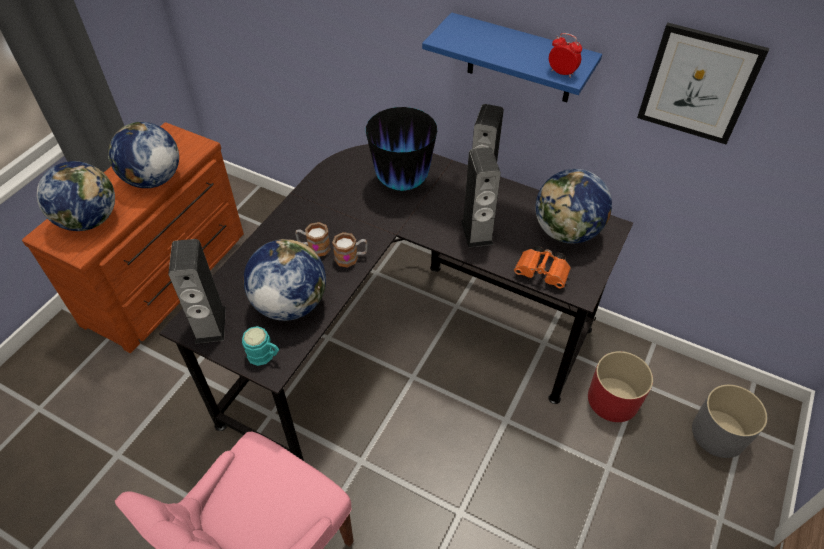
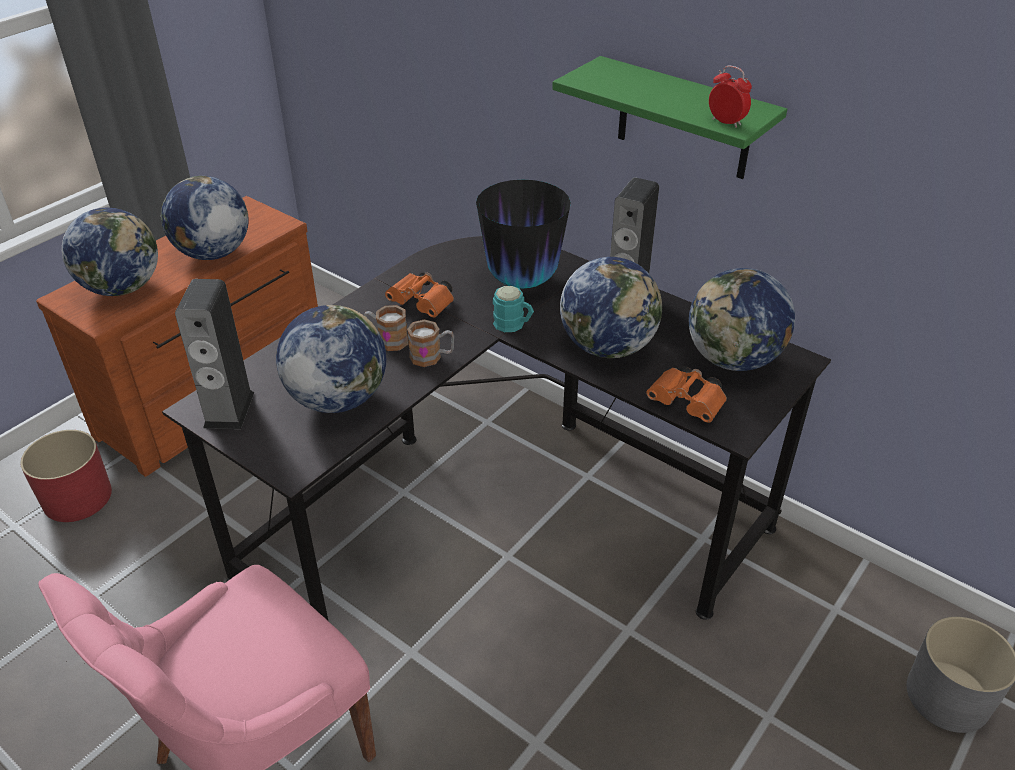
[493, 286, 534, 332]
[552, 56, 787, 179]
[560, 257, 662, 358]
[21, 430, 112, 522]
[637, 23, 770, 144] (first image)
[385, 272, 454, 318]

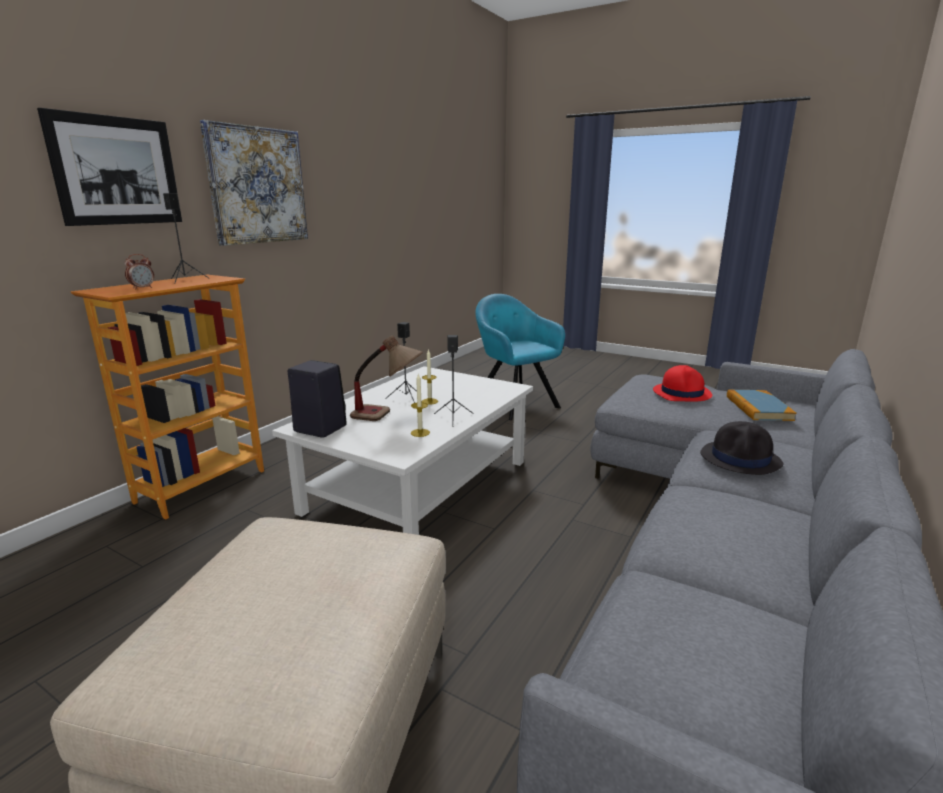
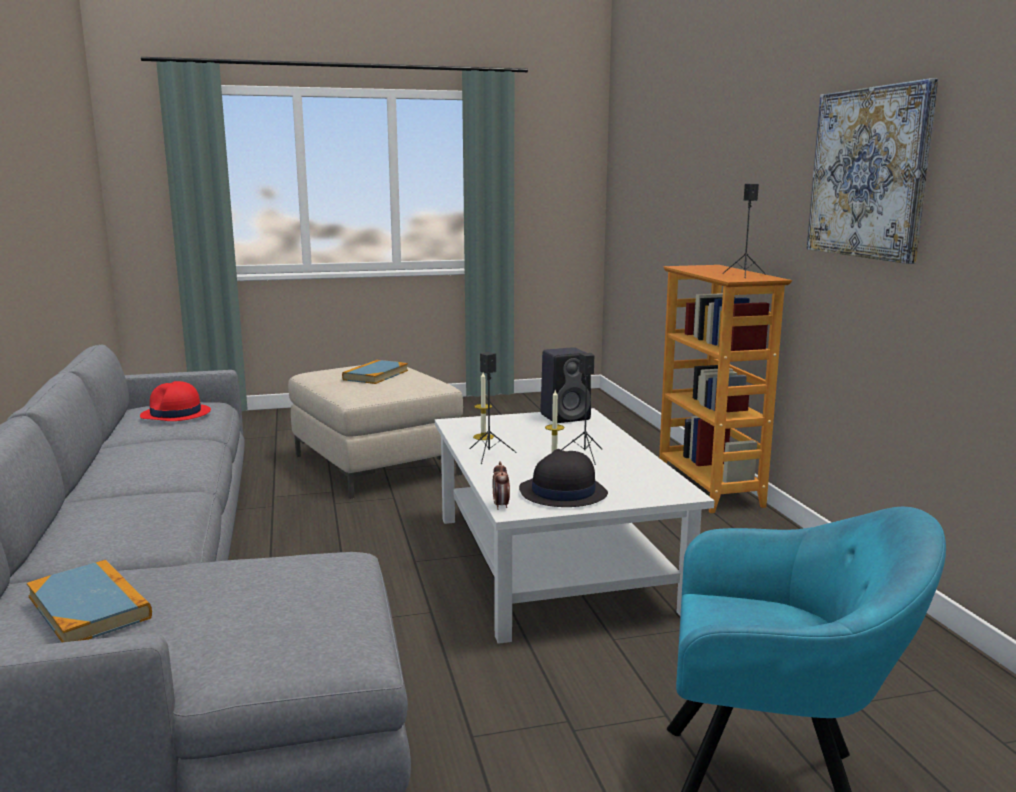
[37, 108, 182, 226] (first image)
[493, 461, 510, 510]
[350, 335, 423, 421] (first image)
[140, 381, 211, 421]
[519, 449, 608, 507]
[342, 360, 408, 384]

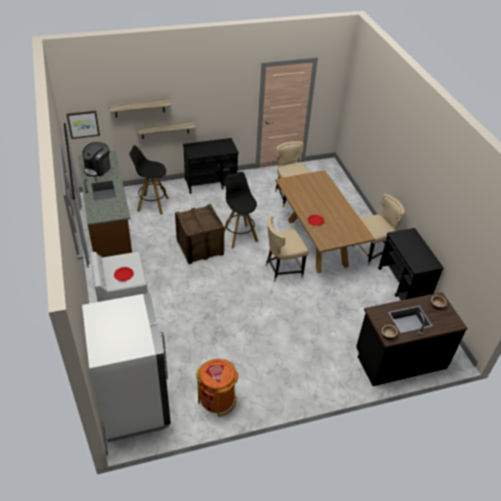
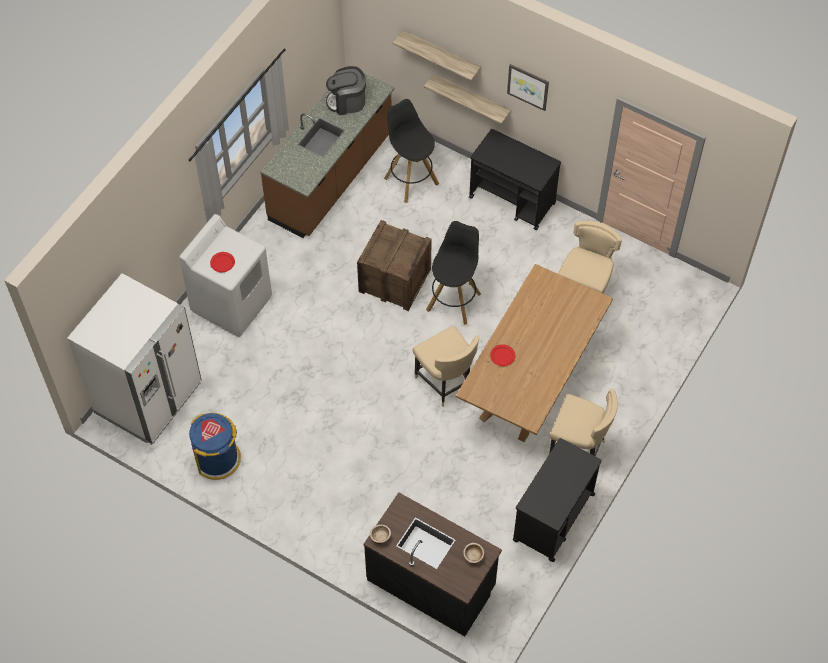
[507, 64, 549, 111]
[189, 413, 241, 480]
[413, 326, 479, 407]

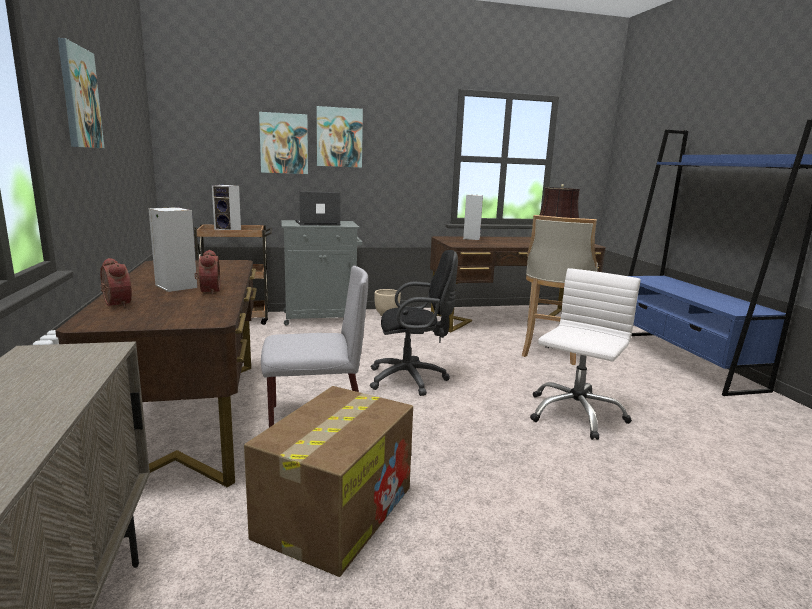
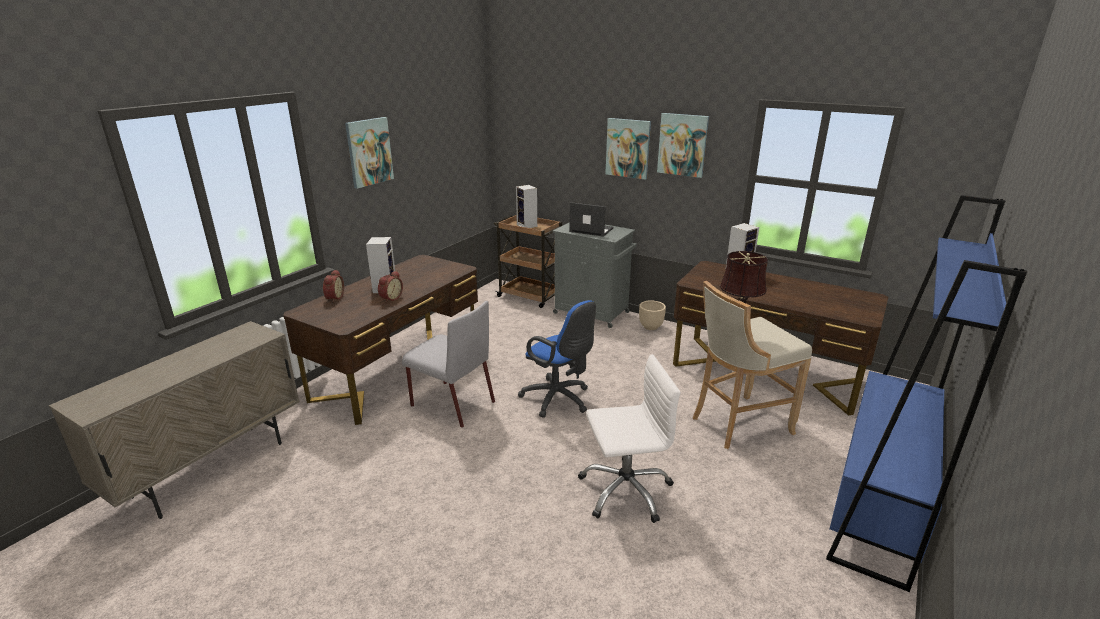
[244, 386, 413, 577] (first image)
[657, 113, 709, 178]
[518, 300, 596, 418]

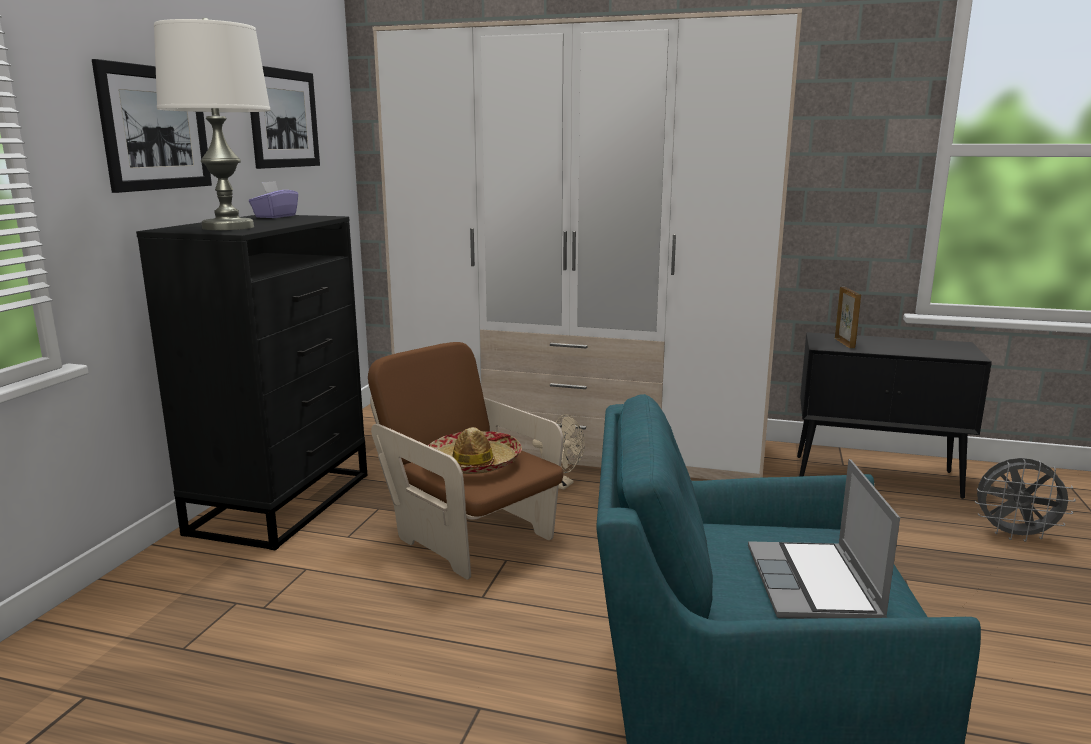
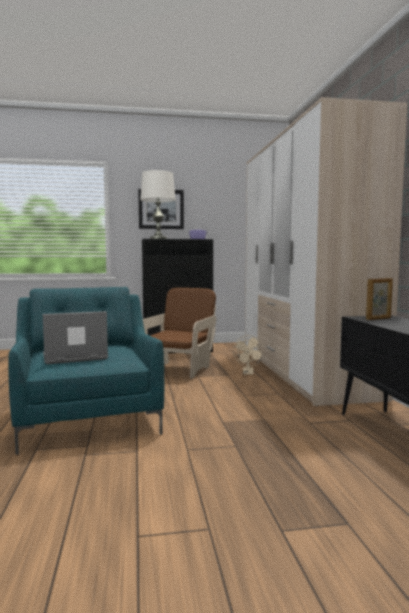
[250, 66, 320, 169] (first image)
[428, 427, 522, 474] (first image)
[975, 458, 1076, 542] (first image)

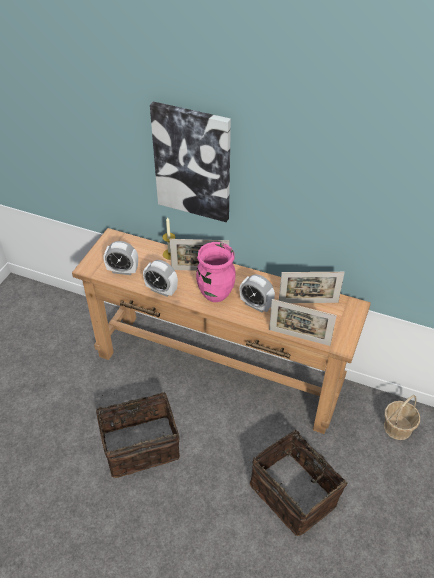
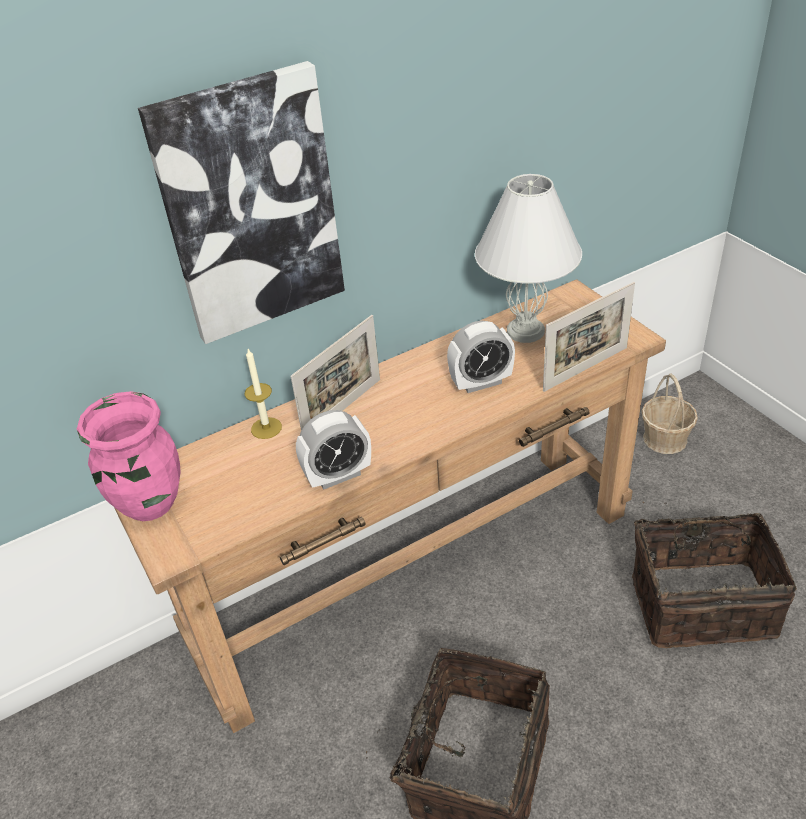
[103, 241, 138, 275] (first image)
[77, 391, 181, 521]
[475, 174, 582, 343]

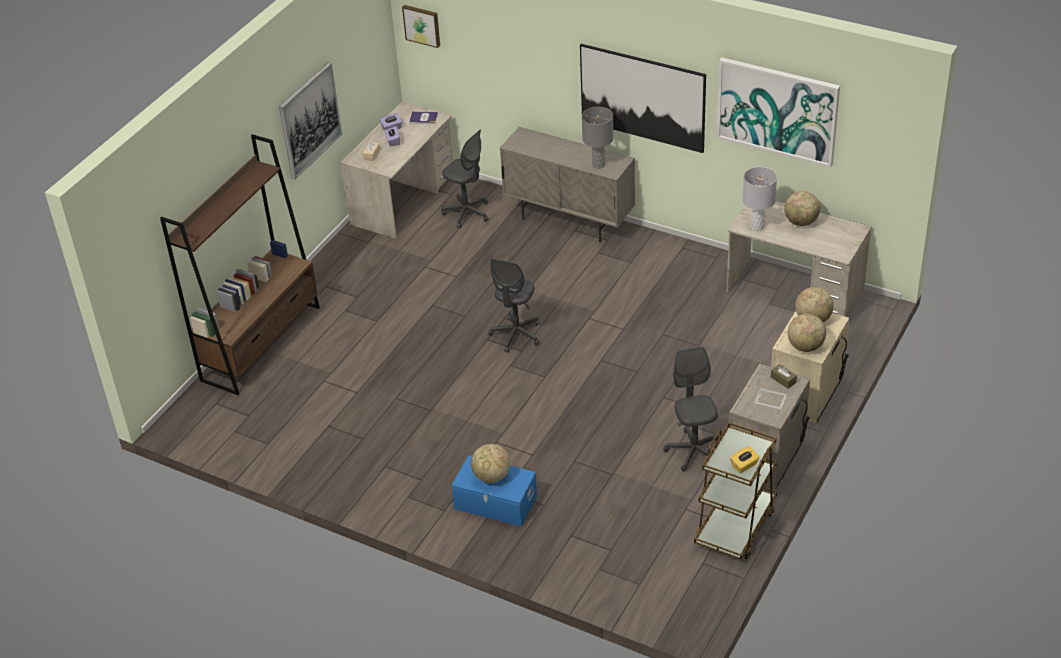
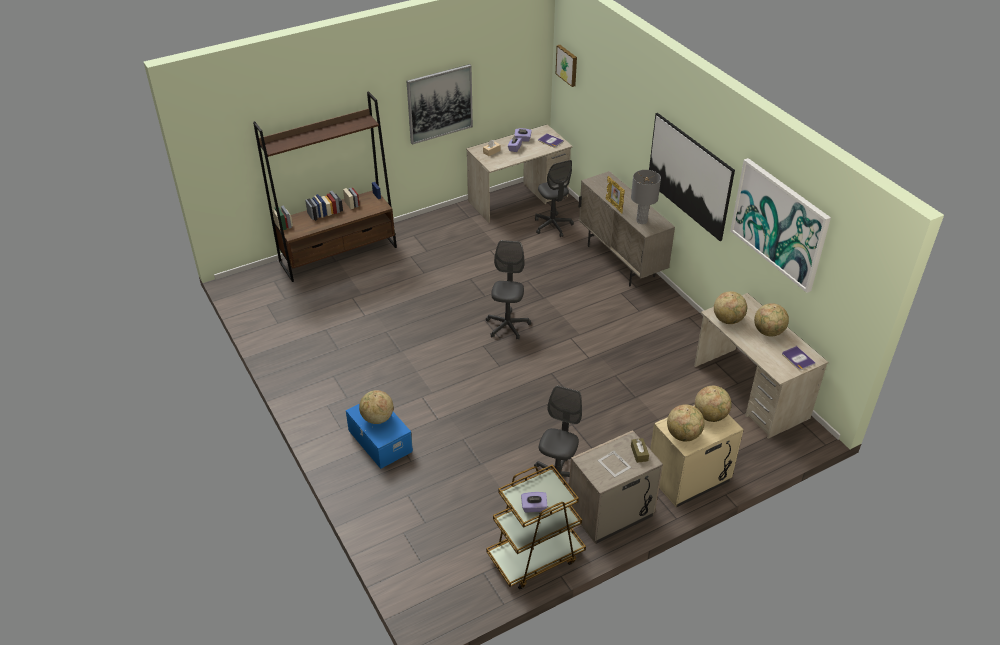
[486, 240, 531, 339]
[521, 492, 547, 512]
[714, 291, 747, 324]
[606, 176, 625, 213]
[782, 346, 816, 370]

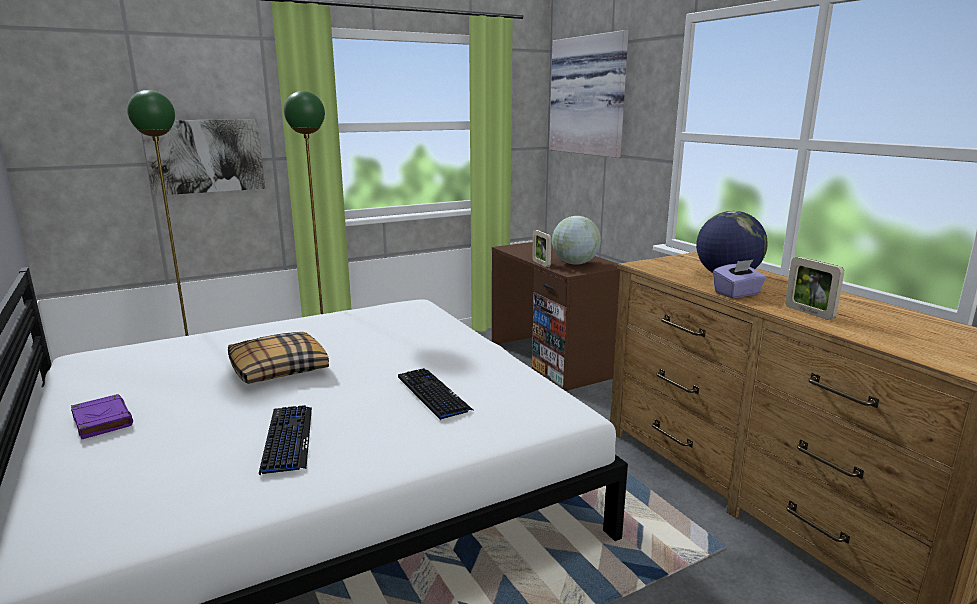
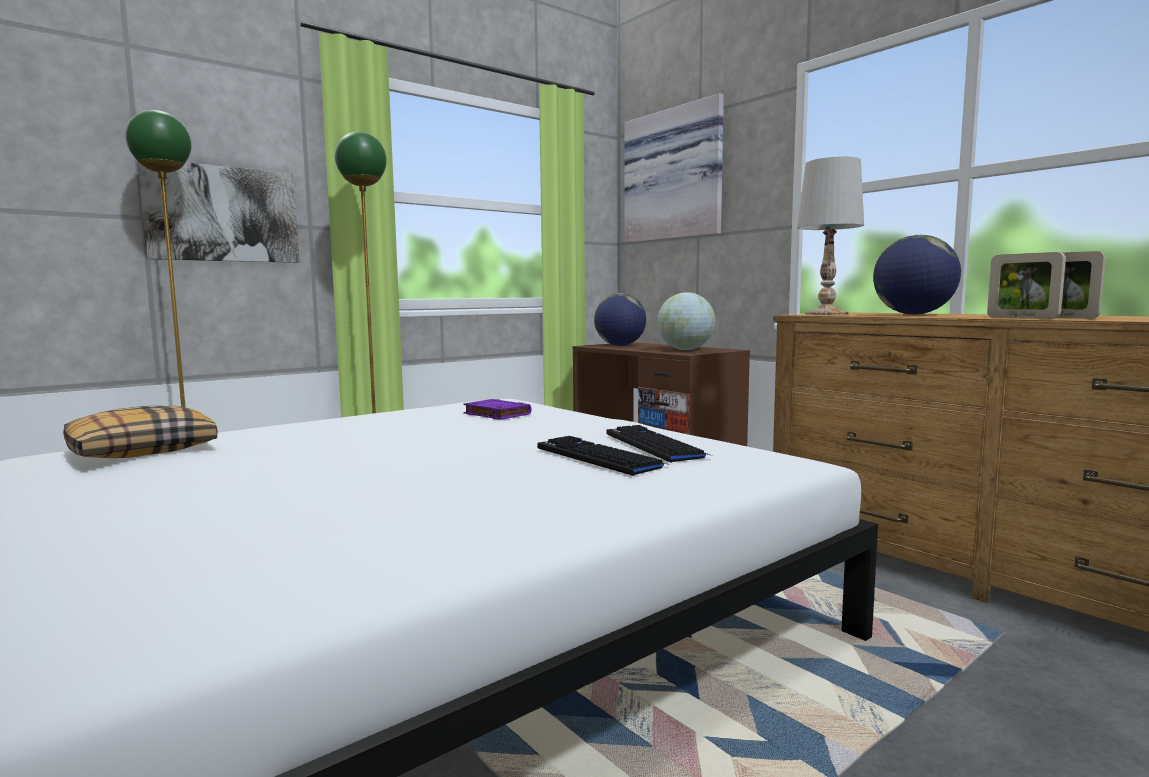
[463, 399, 532, 420]
[63, 406, 218, 458]
[606, 425, 712, 463]
[987, 252, 1066, 319]
[713, 259, 766, 299] (first image)
[594, 293, 646, 346]
[797, 157, 864, 315]

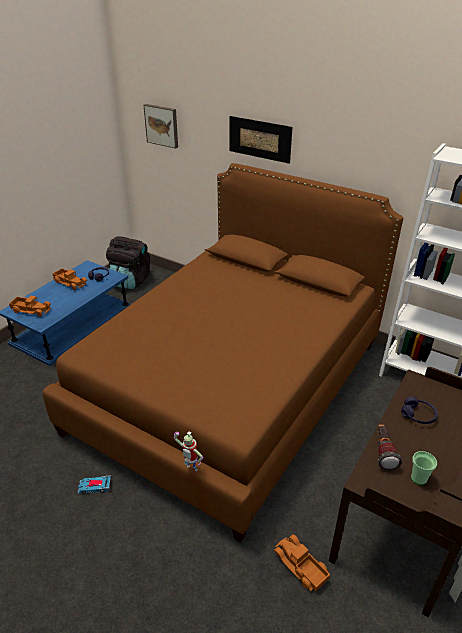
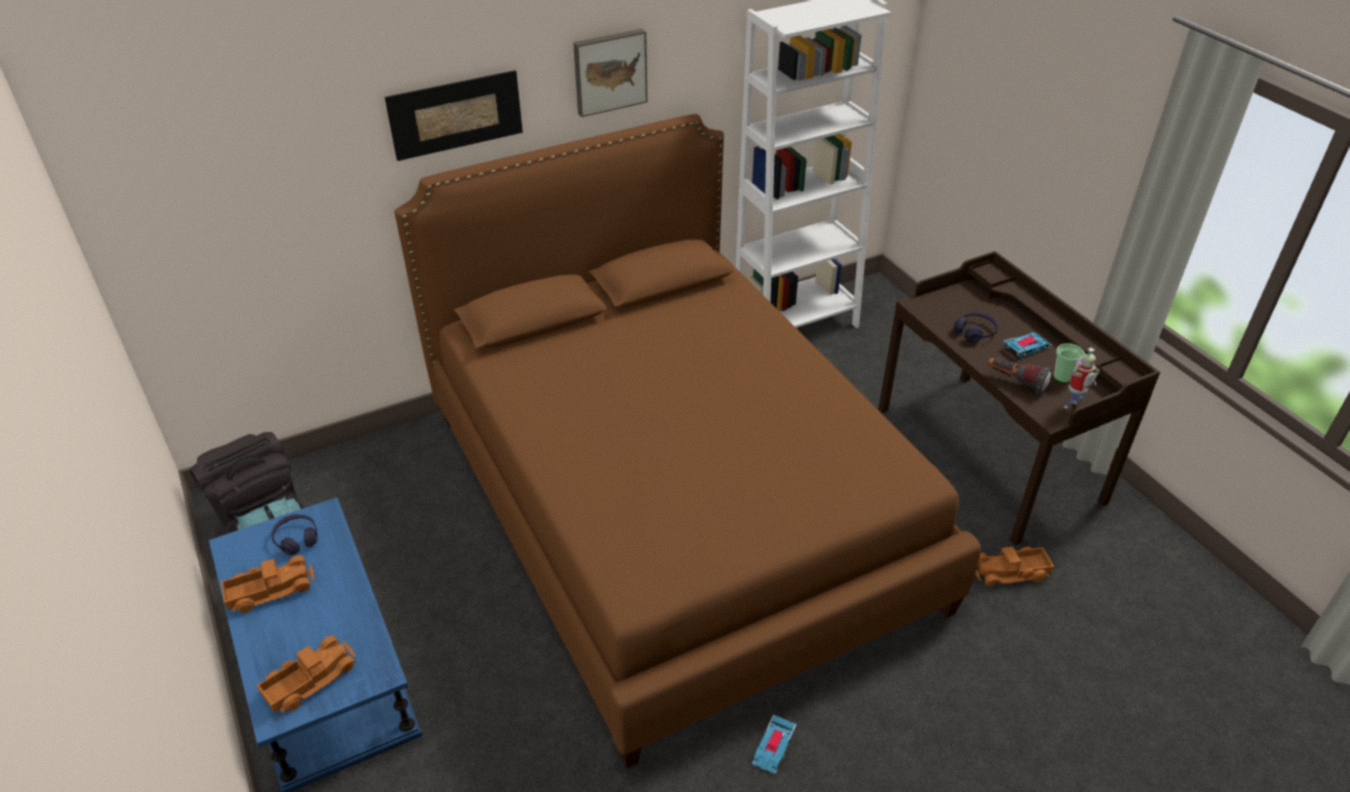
[573, 29, 648, 117]
[1064, 348, 1100, 409]
[1003, 332, 1052, 358]

